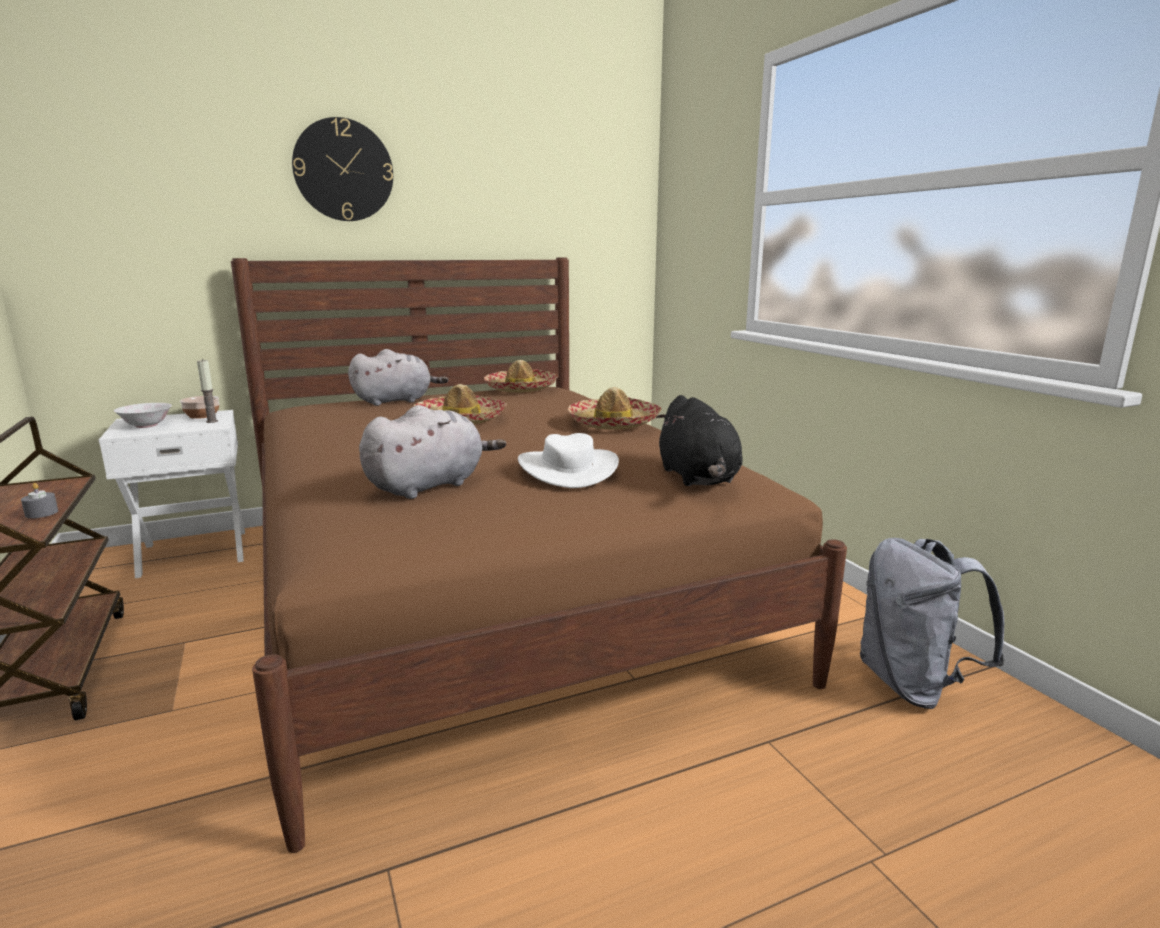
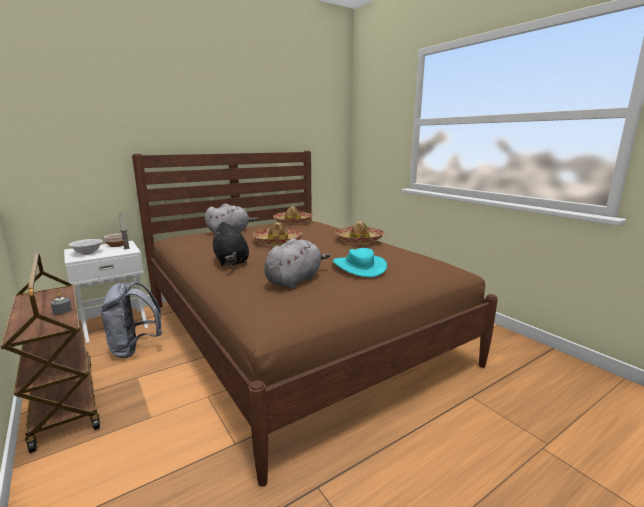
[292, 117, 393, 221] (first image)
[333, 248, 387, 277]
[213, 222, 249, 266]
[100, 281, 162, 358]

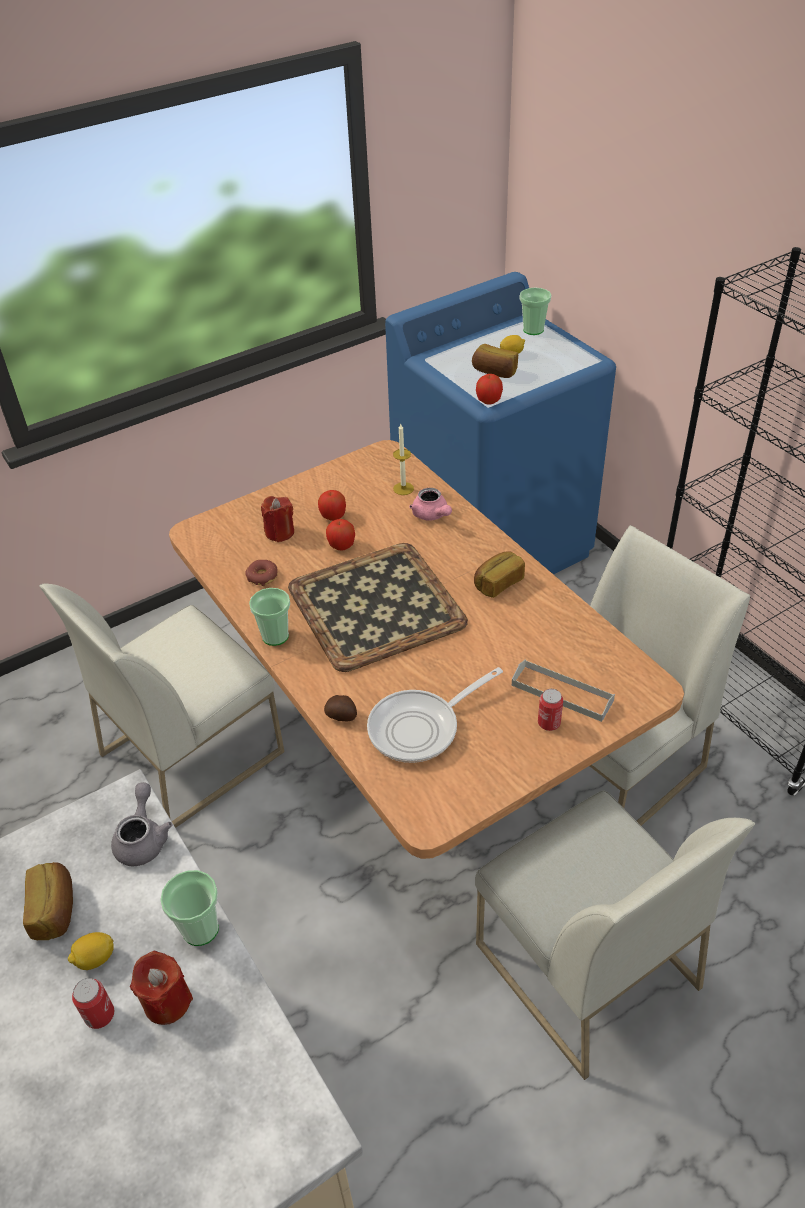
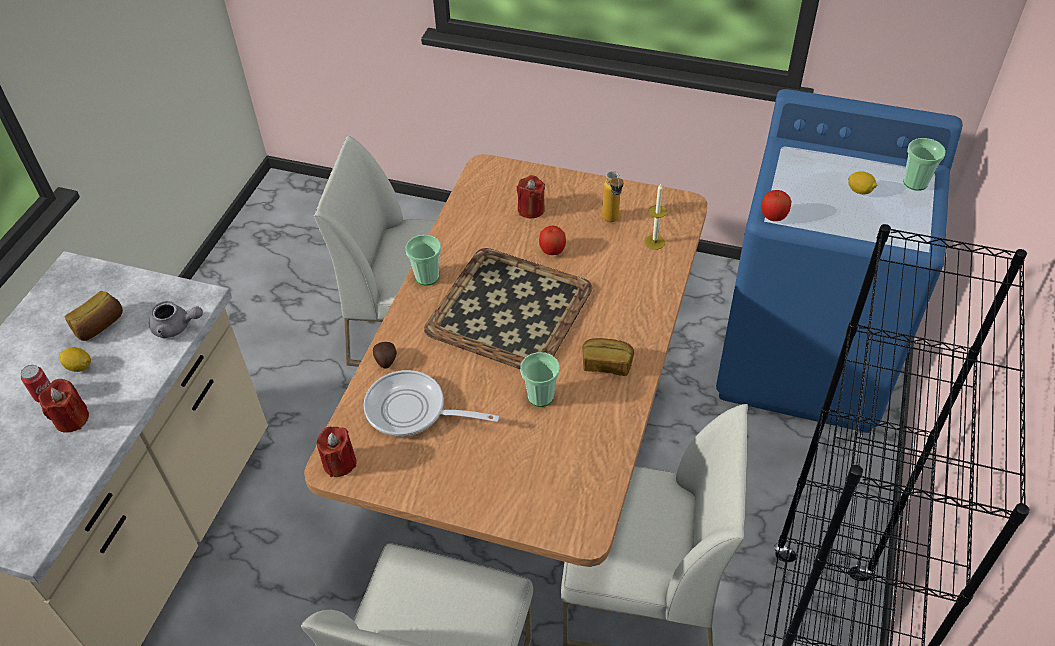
[149, 301, 203, 339]
[520, 352, 560, 407]
[245, 560, 278, 586] (first image)
[318, 490, 346, 521] (first image)
[409, 488, 452, 521] (first image)
[472, 344, 518, 378] (first image)
[512, 659, 615, 722] (first image)
[538, 689, 563, 731] (first image)
[316, 427, 356, 477]
[602, 171, 623, 222]

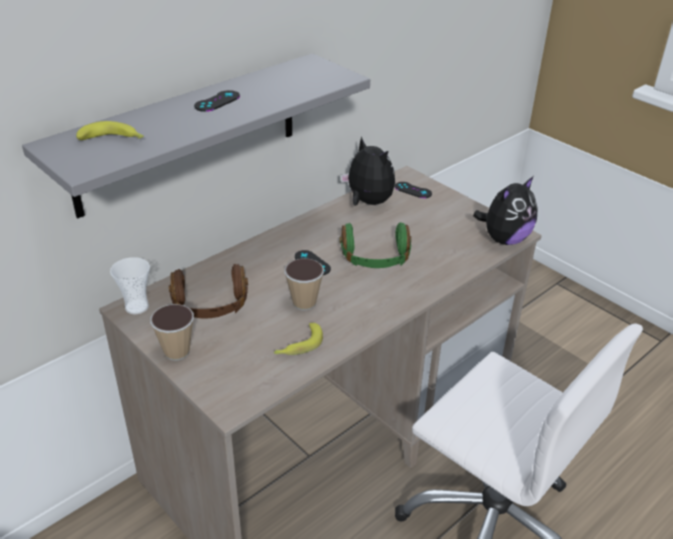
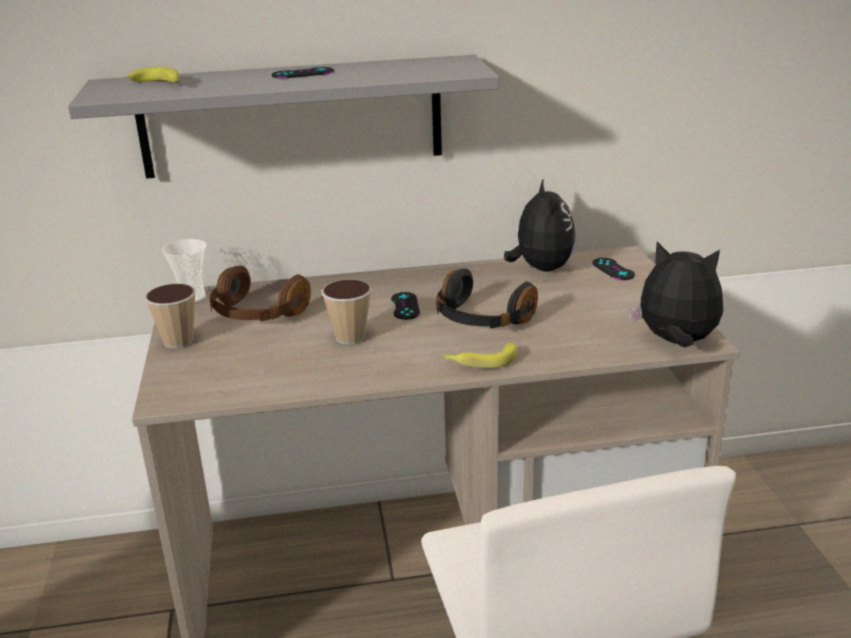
[442, 343, 517, 368]
[436, 268, 538, 328]
[628, 242, 723, 348]

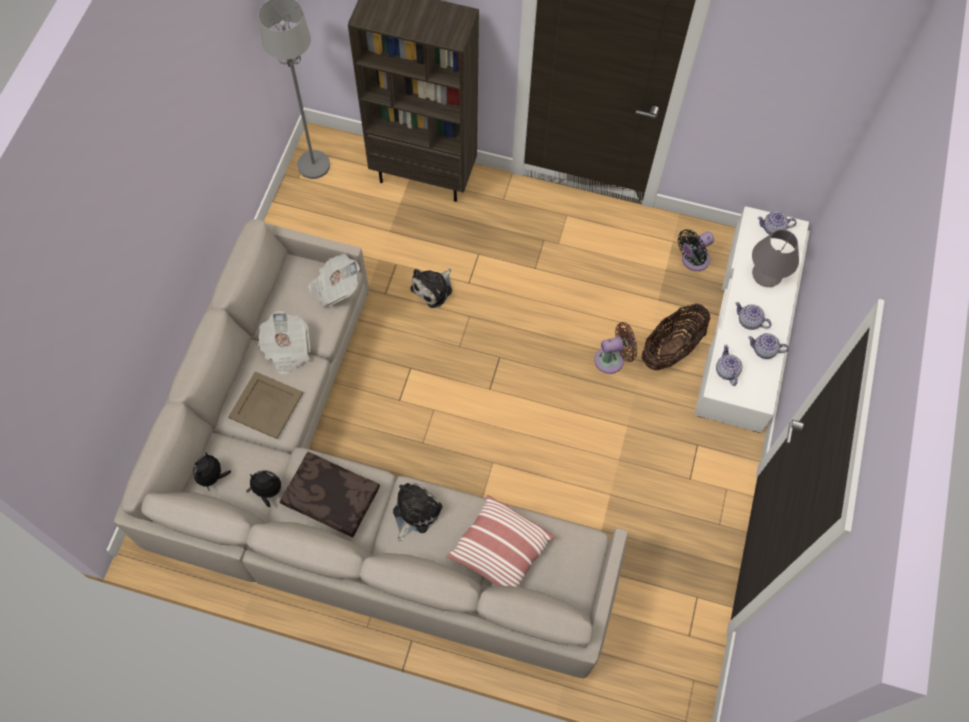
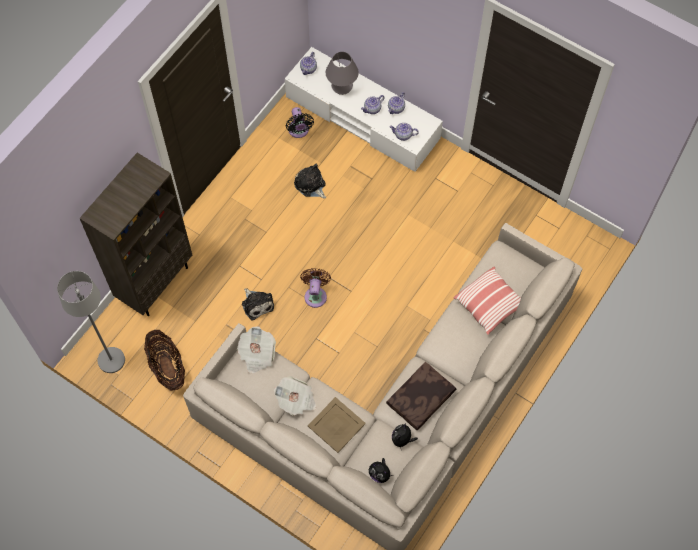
[294, 164, 326, 199]
[300, 268, 331, 308]
[144, 330, 185, 391]

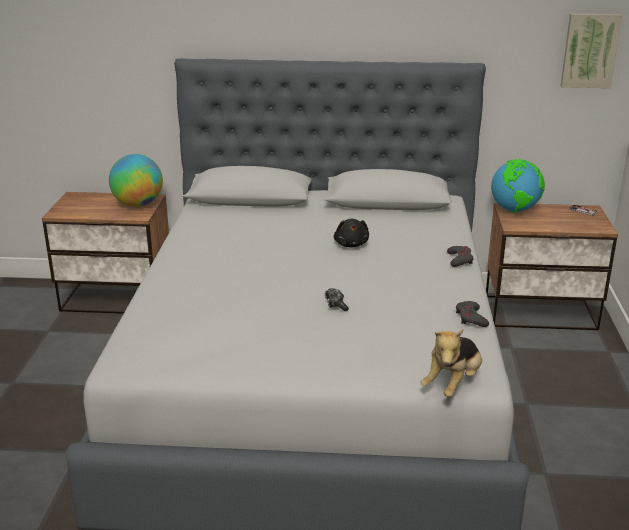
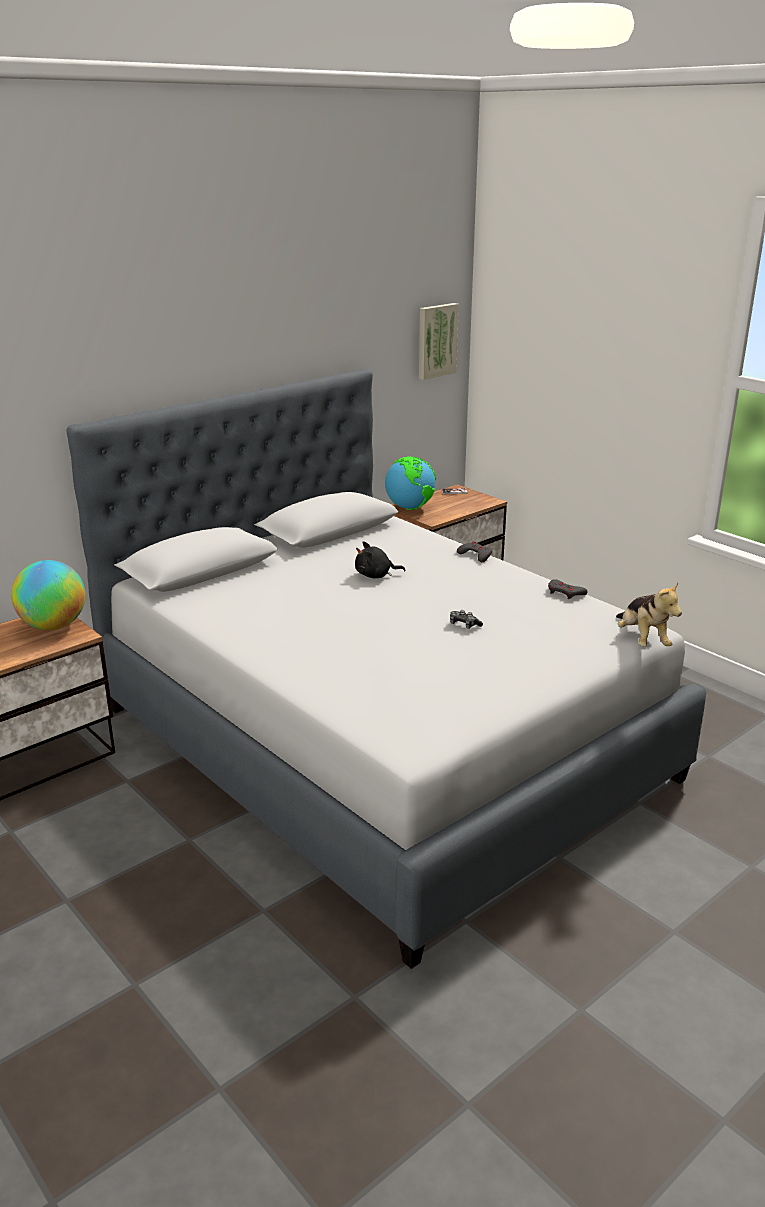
[355, 541, 406, 578]

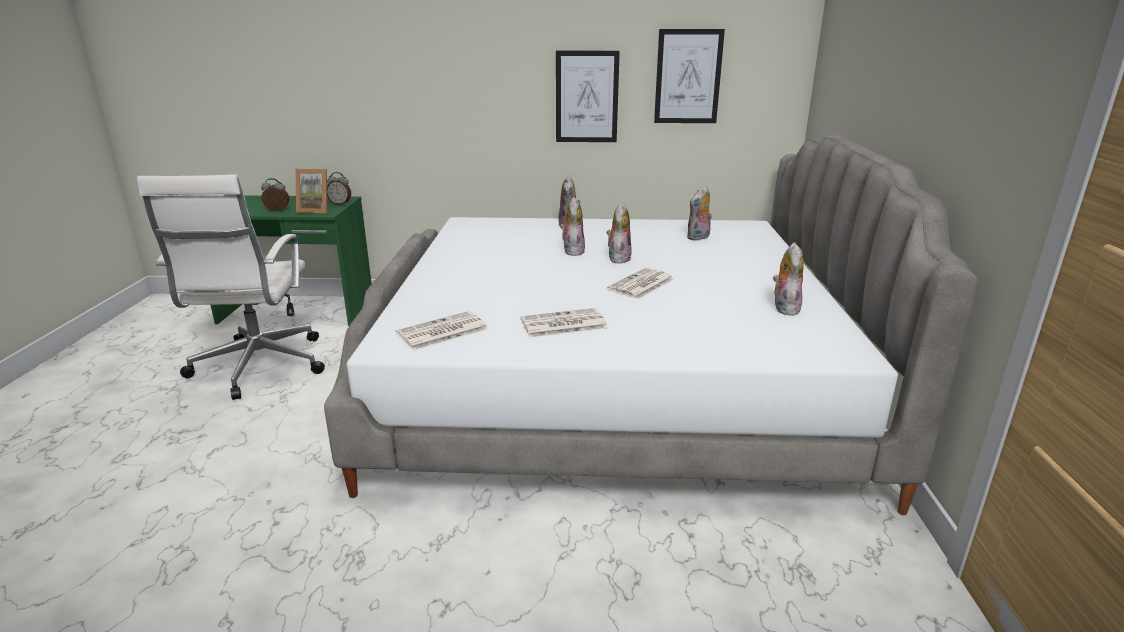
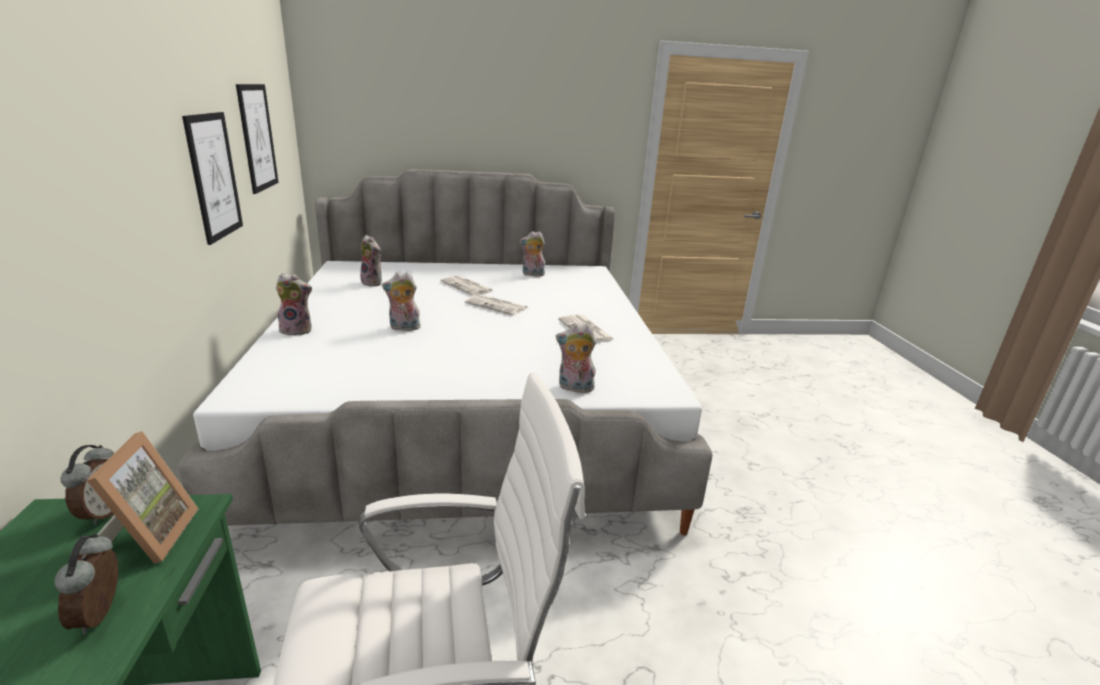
[440, 275, 493, 296]
[556, 323, 596, 393]

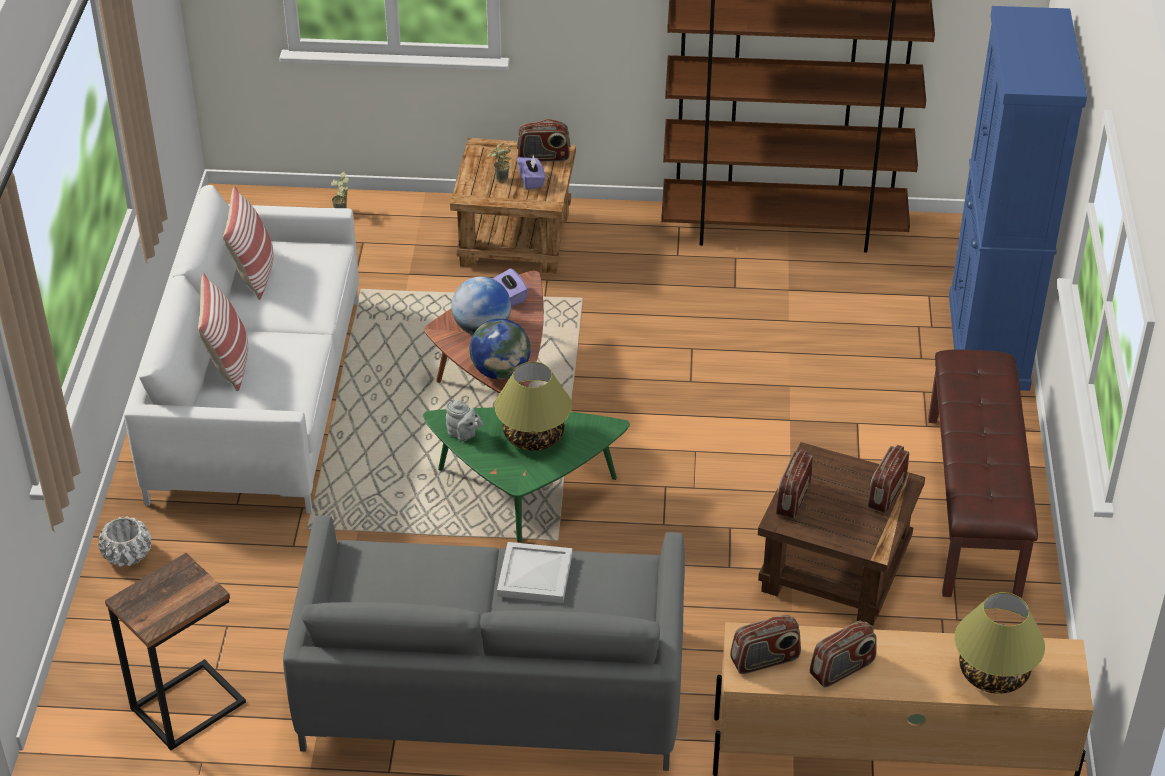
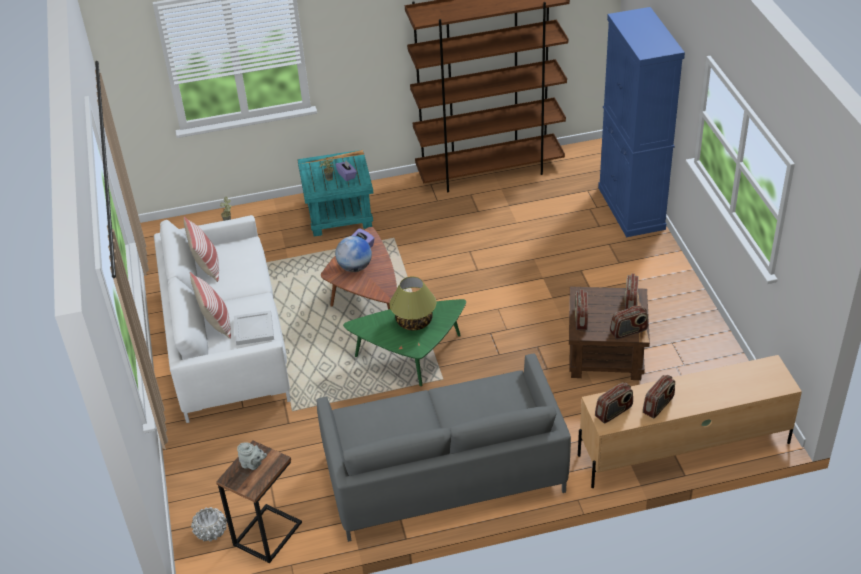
[191, 507, 227, 542]
[237, 442, 267, 470]
[297, 150, 373, 237]
[469, 319, 531, 380] (first image)
[234, 311, 274, 345]
[610, 306, 648, 339]
[928, 349, 1038, 598] (first image)
[954, 592, 1045, 694] (first image)

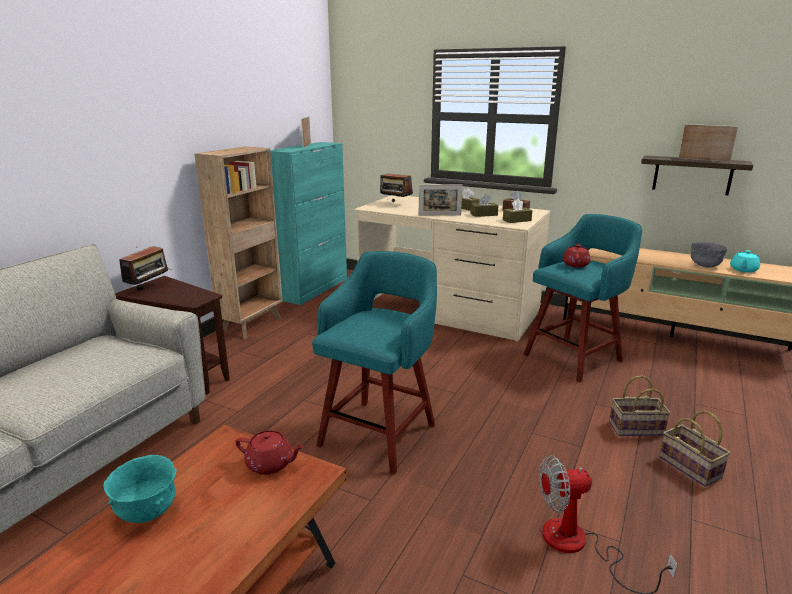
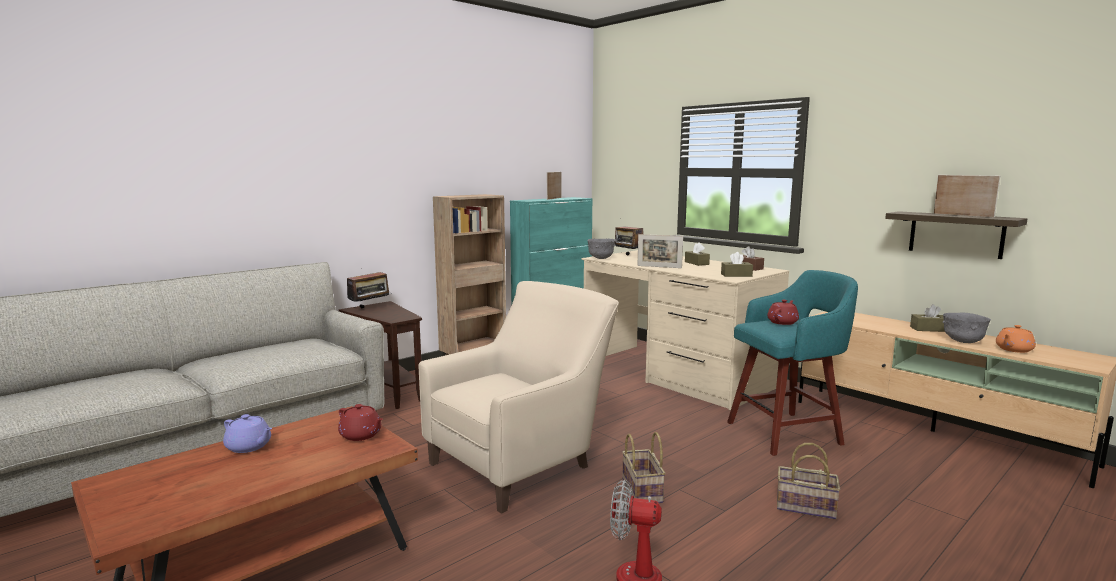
[223, 414, 272, 453]
[418, 281, 619, 514]
[910, 304, 945, 332]
[622, 432, 665, 503]
[996, 325, 1036, 353]
[587, 239, 615, 259]

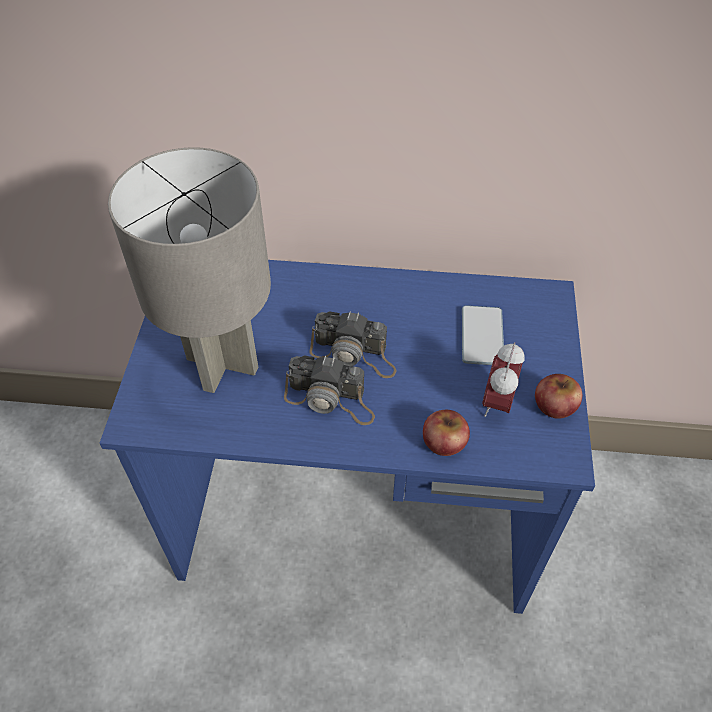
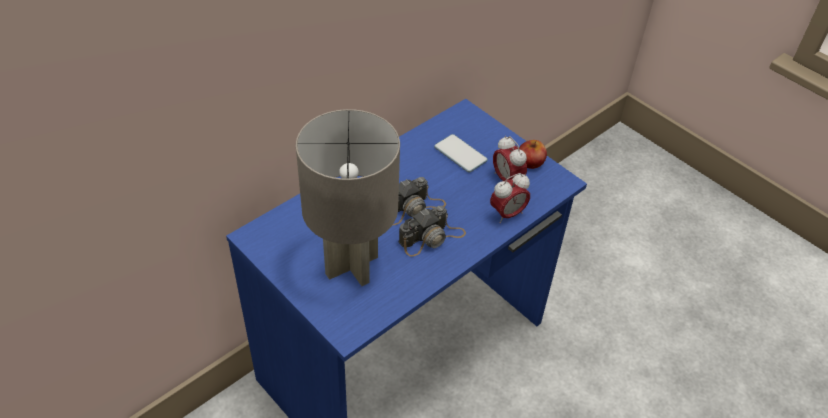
[490, 173, 530, 223]

